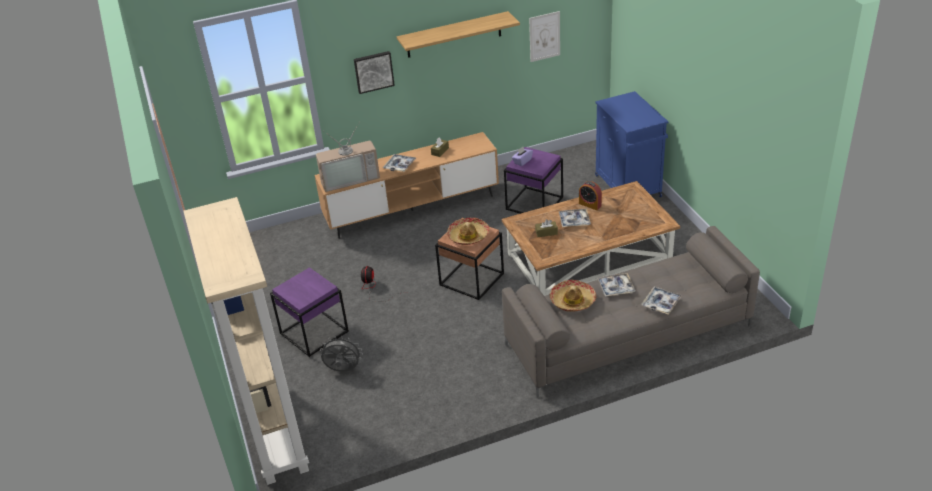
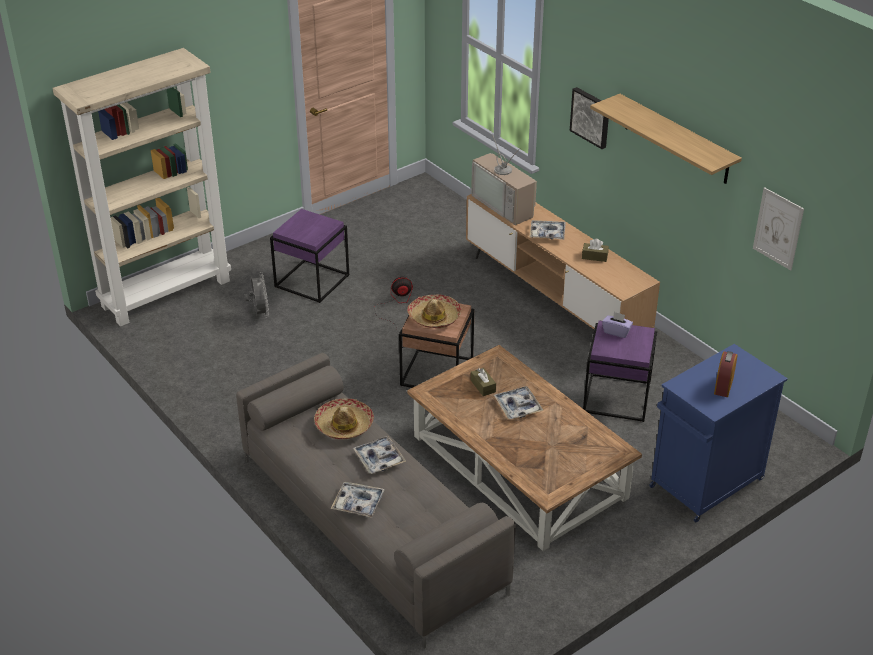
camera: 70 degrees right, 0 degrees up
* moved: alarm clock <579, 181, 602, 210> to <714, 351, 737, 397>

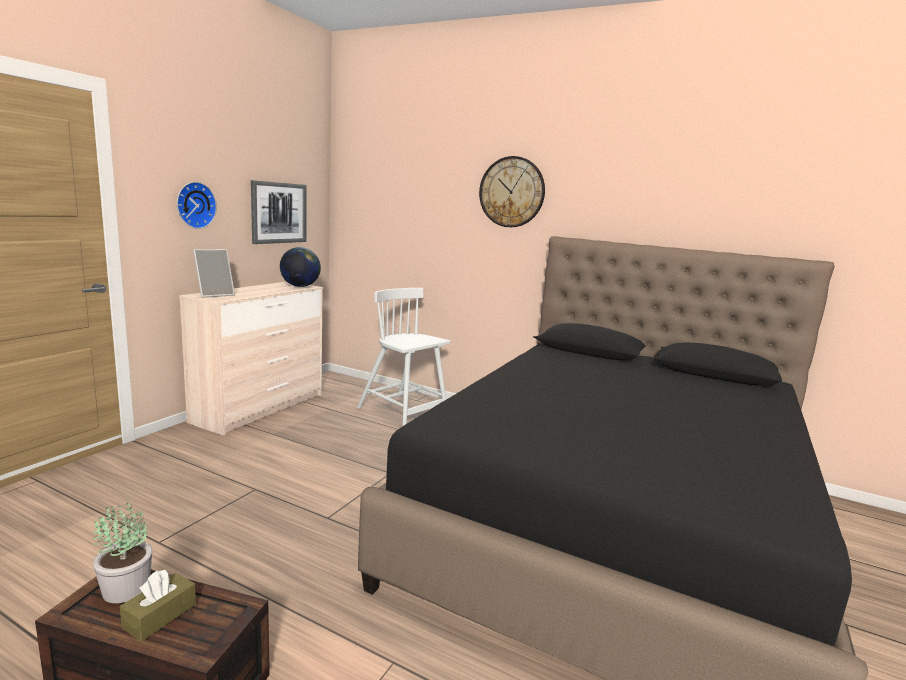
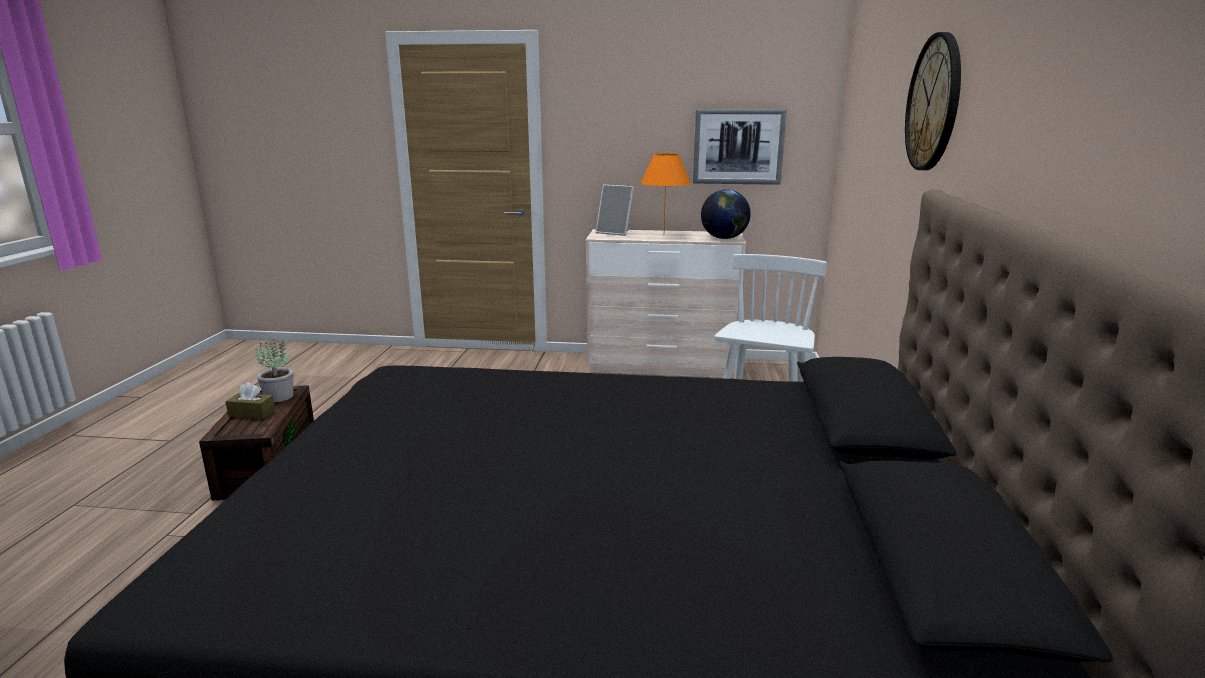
camera: 70 degrees right, 5 degrees up
* removed: wall clock <177, 182, 217, 229>
* added: orange table lamp <640, 153, 691, 229>

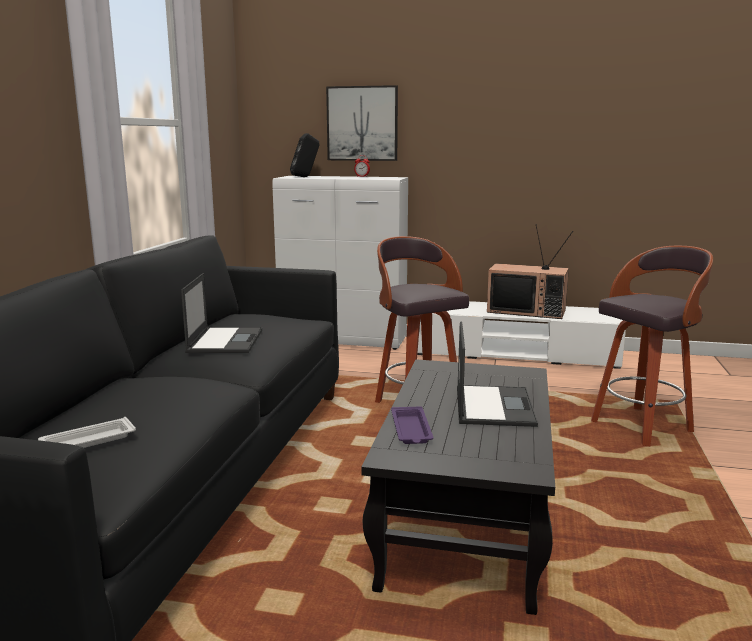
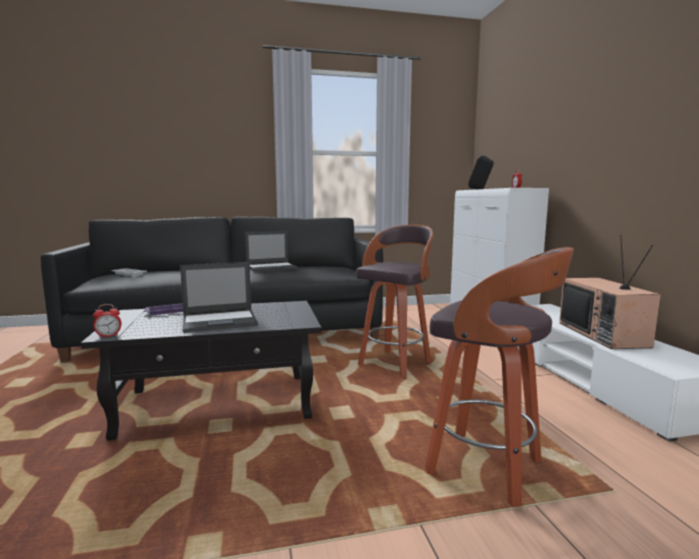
camera: 65 degrees right, 5 degrees down
* removed: picture <326, 85, 398, 161>
* added: alarm clock <93, 304, 121, 338>

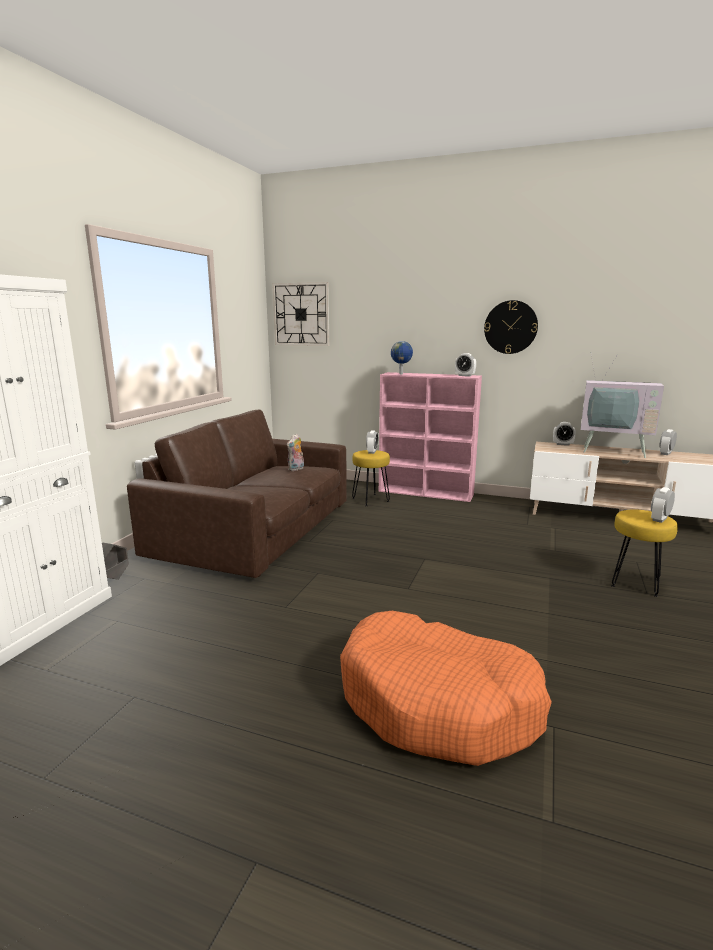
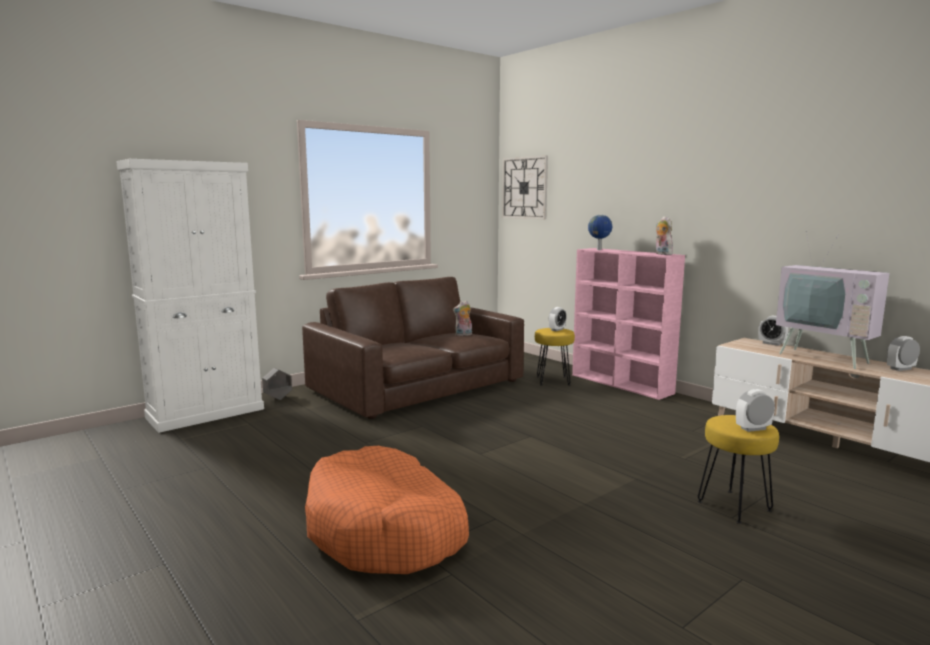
camera: 30 degrees right, 5 degrees down
* removed: wall clock <484, 300, 538, 354>
* replaced: alarm clock <455, 353, 476, 377> to plush toy <656, 216, 673, 255>

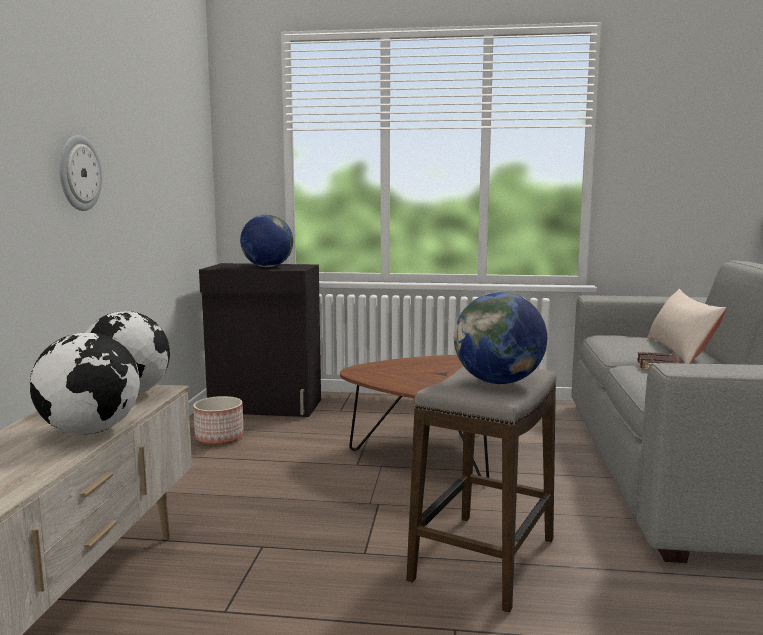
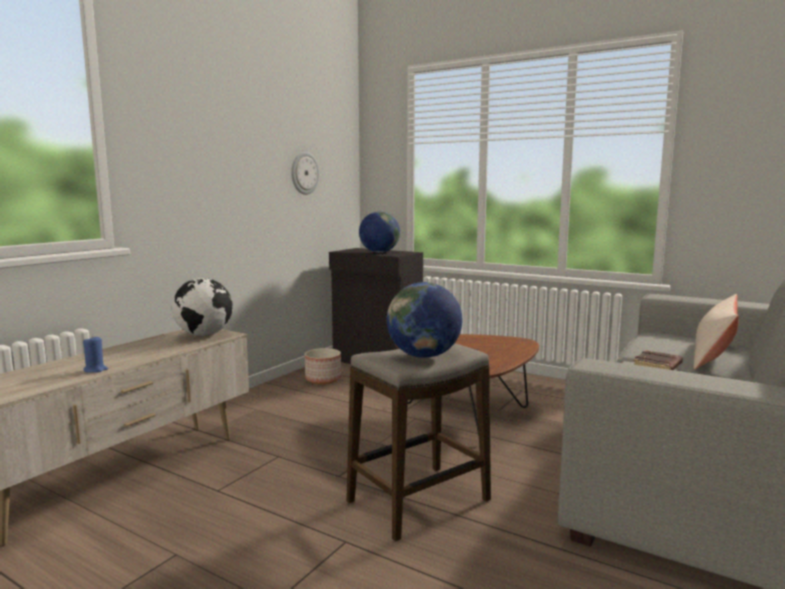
camera: 25 degrees right, 0 degrees up
* moved: wall clock <59, 135, 102, 211> to <291, 152, 319, 195>
* removed: globe <30, 333, 140, 435>
* added: blue candle <83, 336, 108, 373>

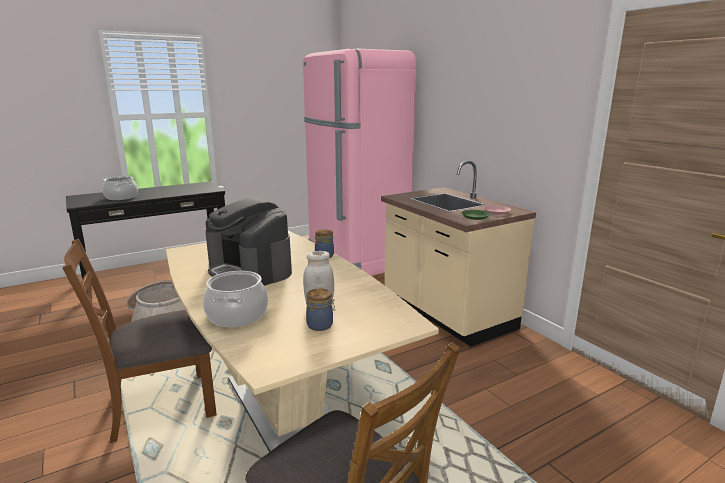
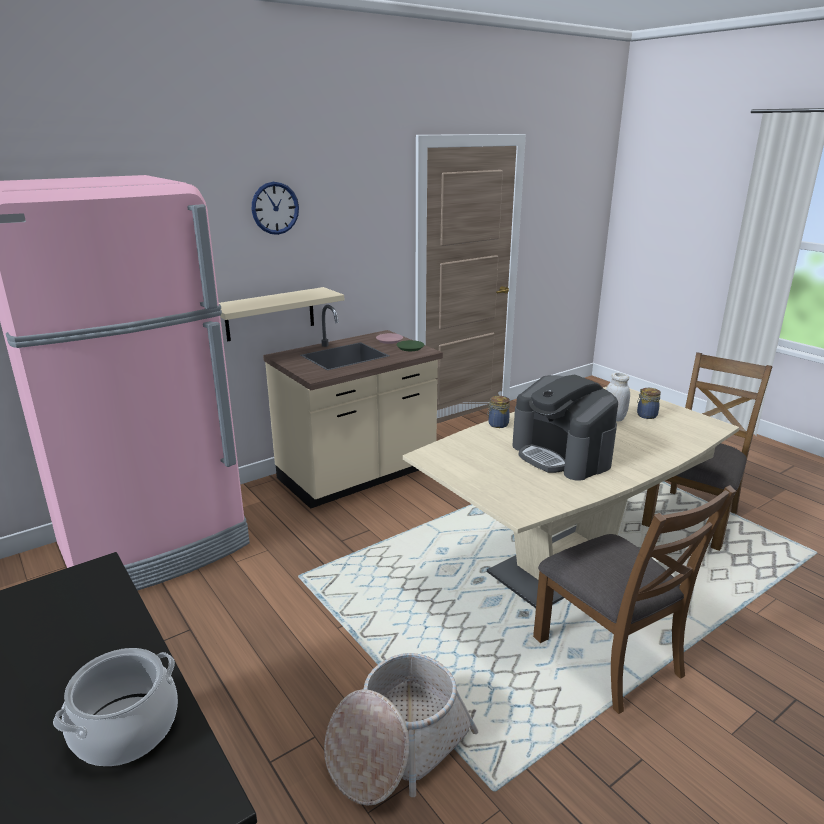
camera: 95 degrees left, 5 degrees up
* turned: coffee machine <205, 198, 292, 286> = <512, 375, 618, 481> 105 degrees clockwise
* removed: cooking pot <203, 271, 268, 327>
* added: wall clock <252, 182, 299, 235>
* added: beige shelf <219, 287, 344, 341>

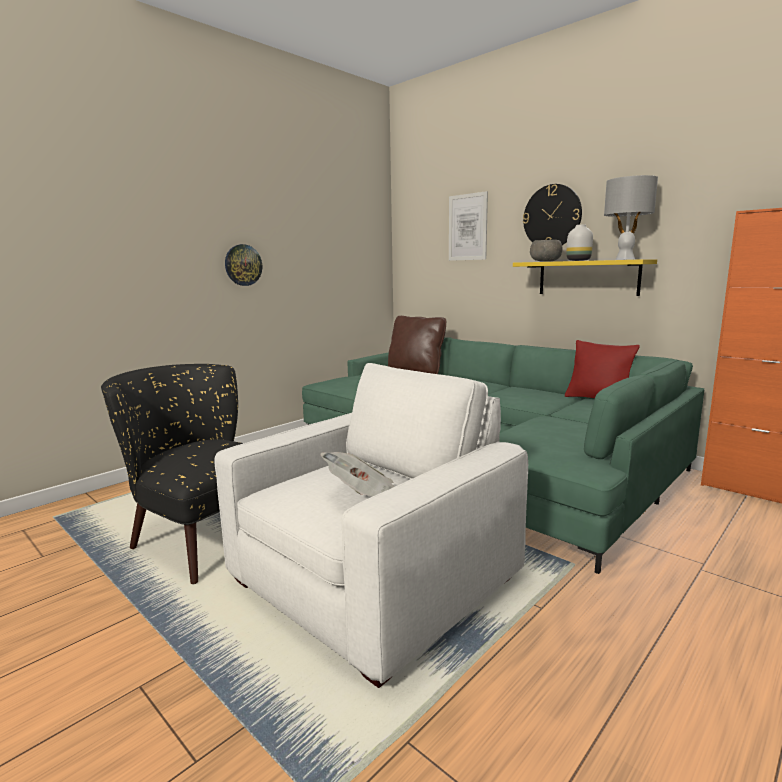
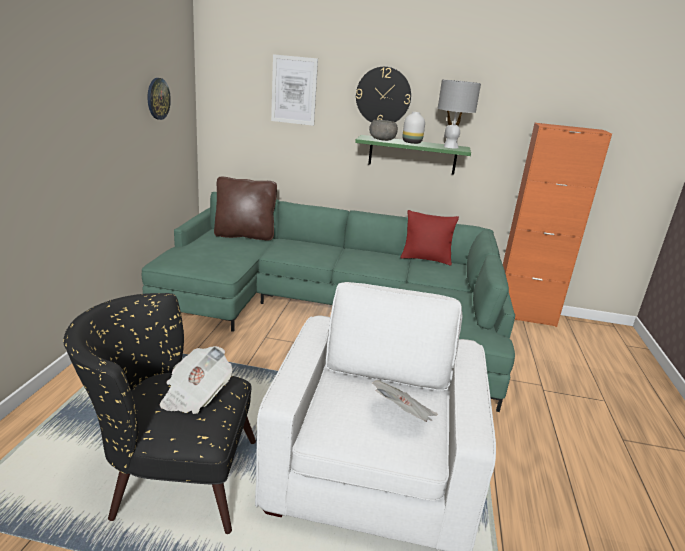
camera: 35 degrees left, 10 degrees up
* moved: wall clock <225, 244, 262, 286> to <148, 78, 171, 120>
* recoloured: yellow shelf <513, 259, 657, 296> to green shelf <355, 135, 471, 175>
* added: newspaper <160, 346, 232, 414>

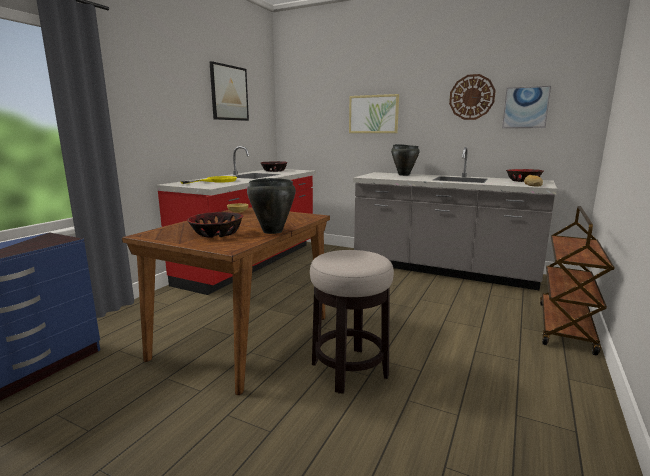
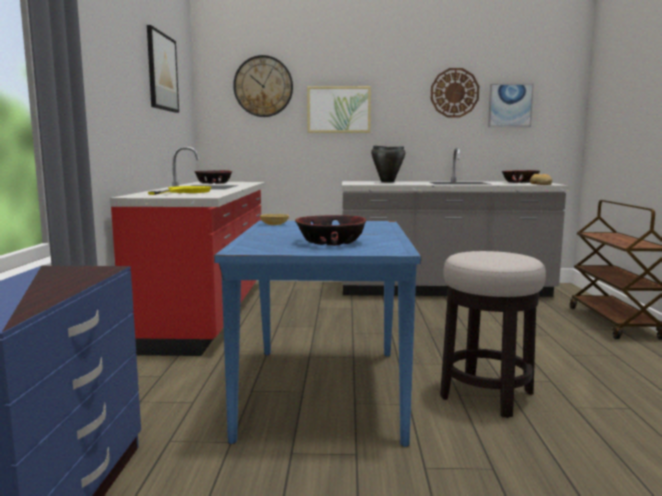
camera: 25 degrees left, 5 degrees down
* removed: black cooking pot <247, 178, 296, 234>
* recoloured: brown dining table <122, 207, 330, 395> to blue dining table <214, 221, 421, 447>
* added: wall clock <233, 55, 293, 117>

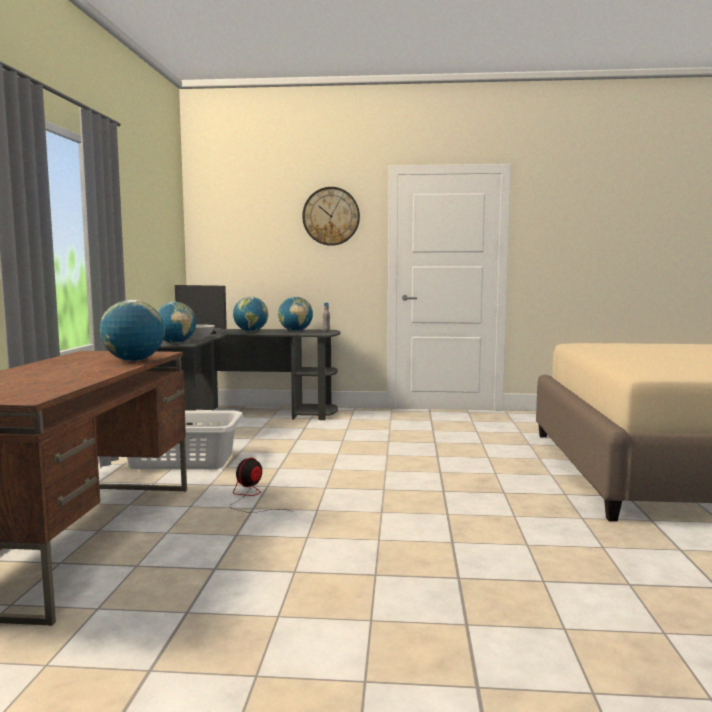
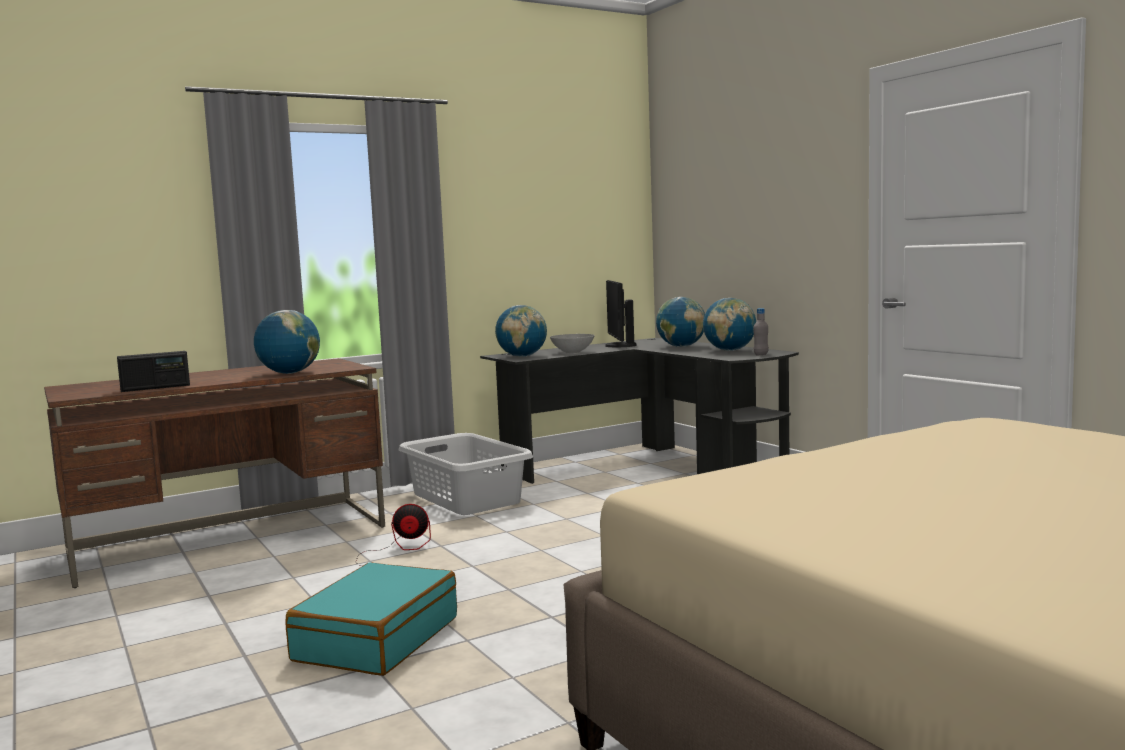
camera: 55 degrees right, 0 degrees up
* removed: wall clock <302, 187, 360, 246>
* added: radio <117, 351, 190, 392>
* added: turquoise suitcase <286, 562, 457, 676>

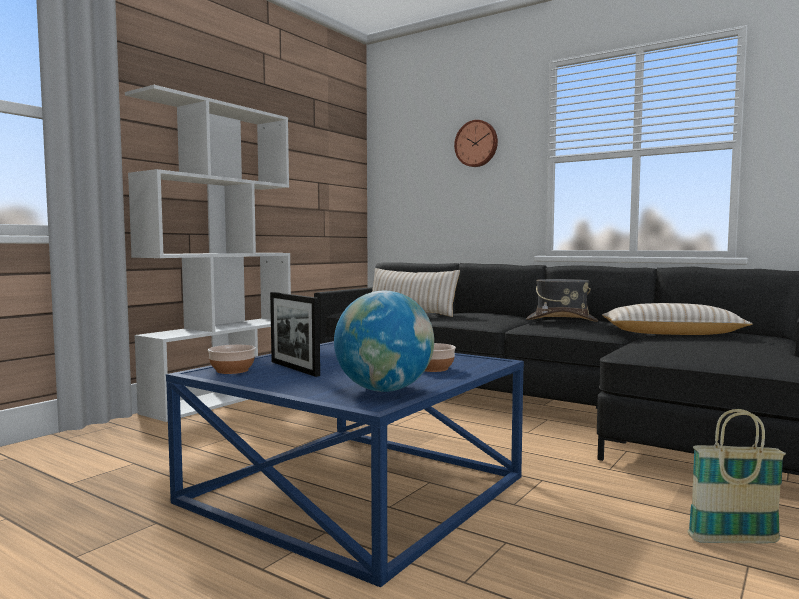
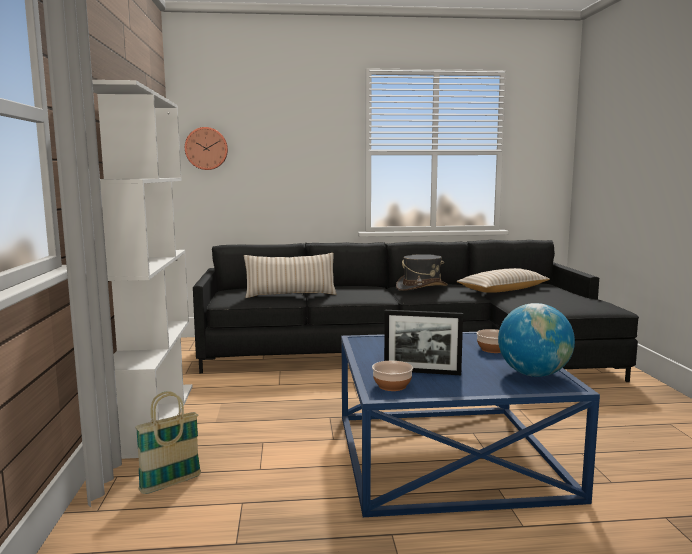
camera: 40 degrees left, 5 degrees up
* moved: wall clock <454, 120, 498, 167> to <185, 127, 228, 170>
* moved: basket <688, 409, 786, 543> to <135, 391, 201, 494>

